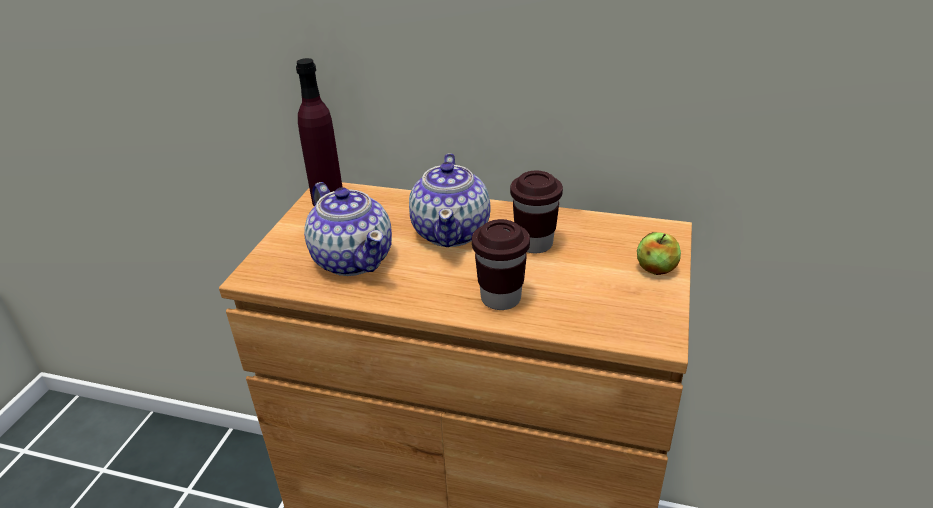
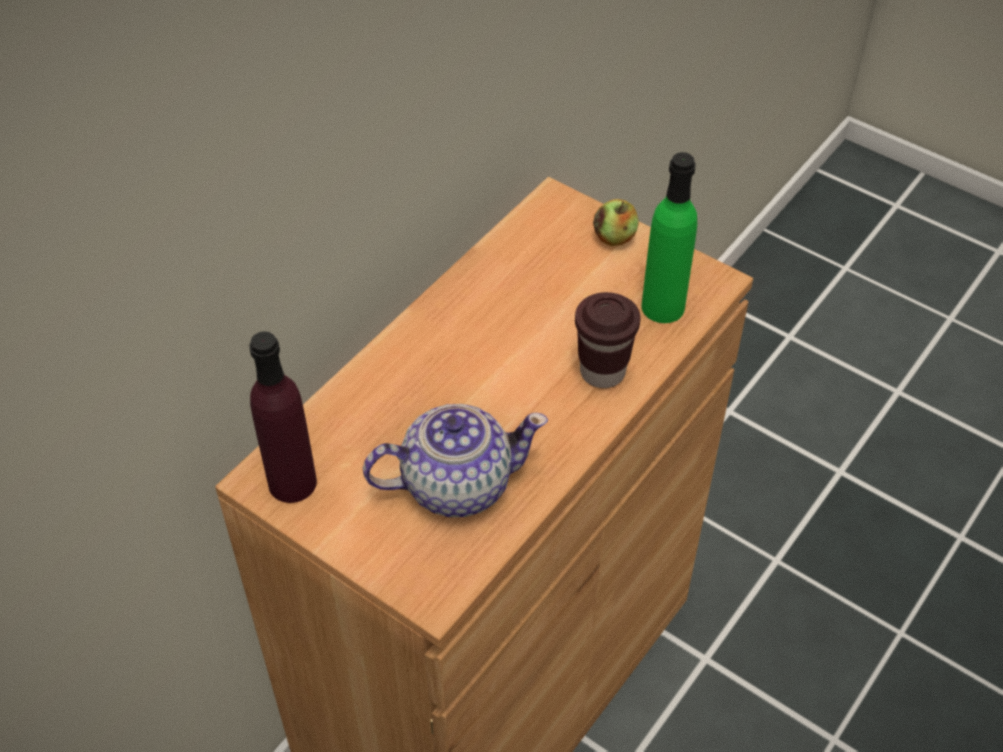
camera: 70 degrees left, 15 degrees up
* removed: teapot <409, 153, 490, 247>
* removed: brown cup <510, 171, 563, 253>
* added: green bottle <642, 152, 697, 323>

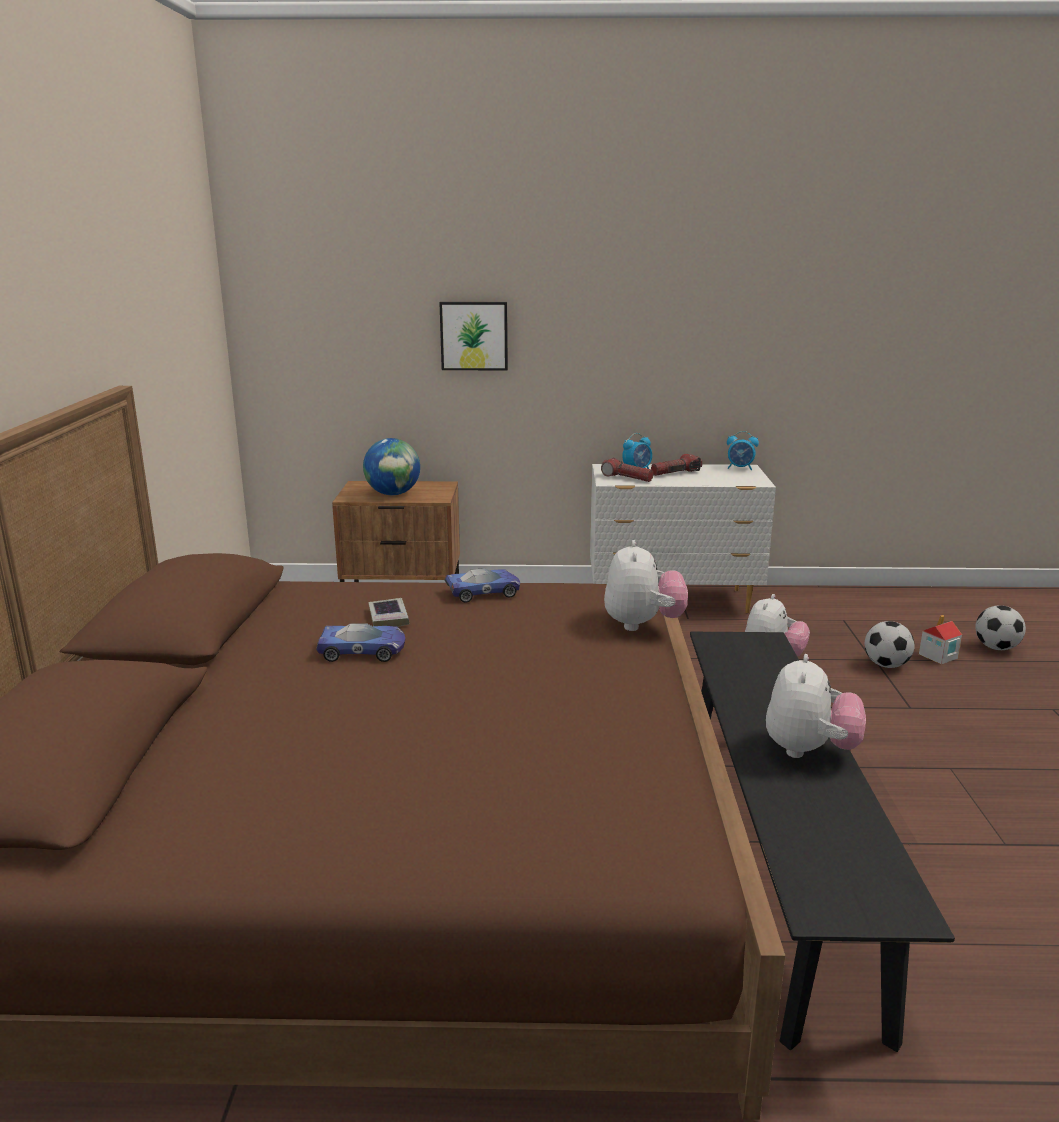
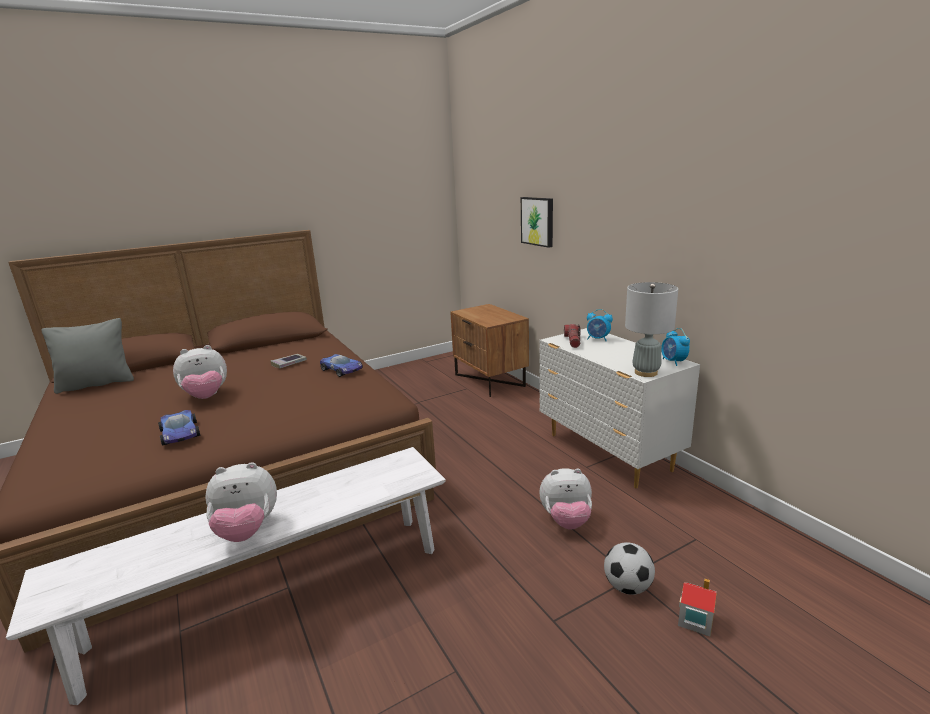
camera: 60 degrees right, 0 degrees up
* removed: globe <363, 438, 420, 495>
* removed: flashlight <651, 454, 702, 476>
* moved: plush toy <604, 540, 688, 631> to <173, 345, 227, 399>
* removed: football <975, 605, 1026, 650>
* moved: toy car <316, 623, 405, 662> to <158, 410, 200, 446>
* recoloured: black bench <690, 632, 955, 1052> to white bench <6, 447, 446, 705>
* added: grey table lamp <625, 282, 678, 377>
* added: grey pillow <41, 318, 134, 394>

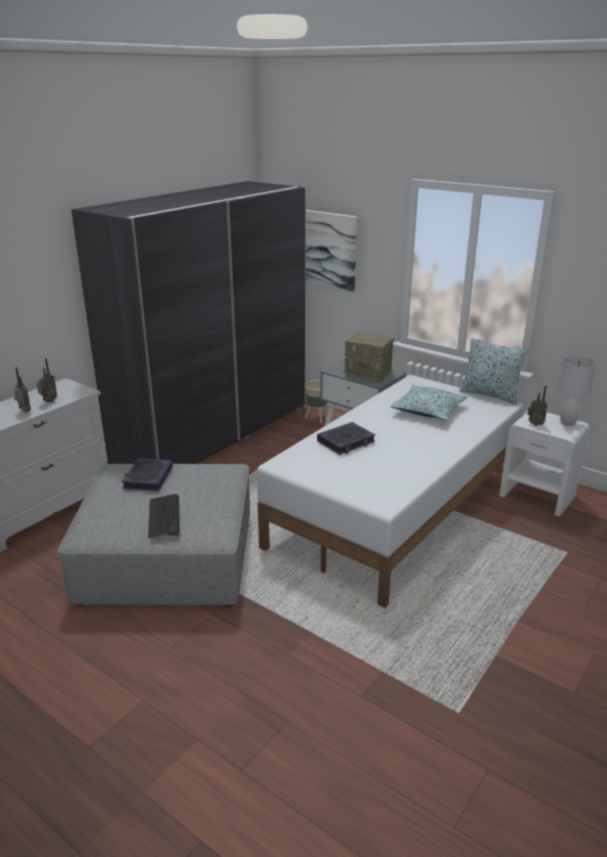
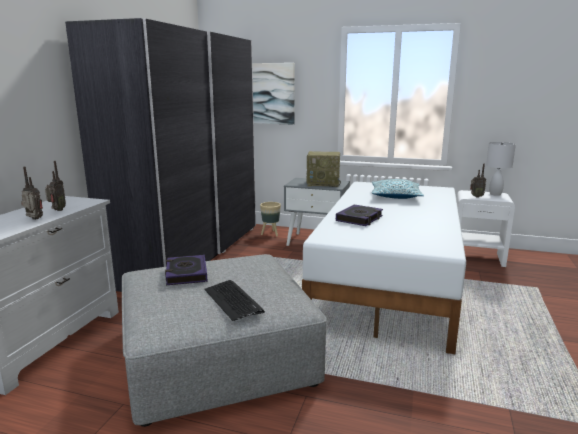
camera: 20 degrees left, 10 degrees down
* removed: pillow <459, 338, 530, 405>

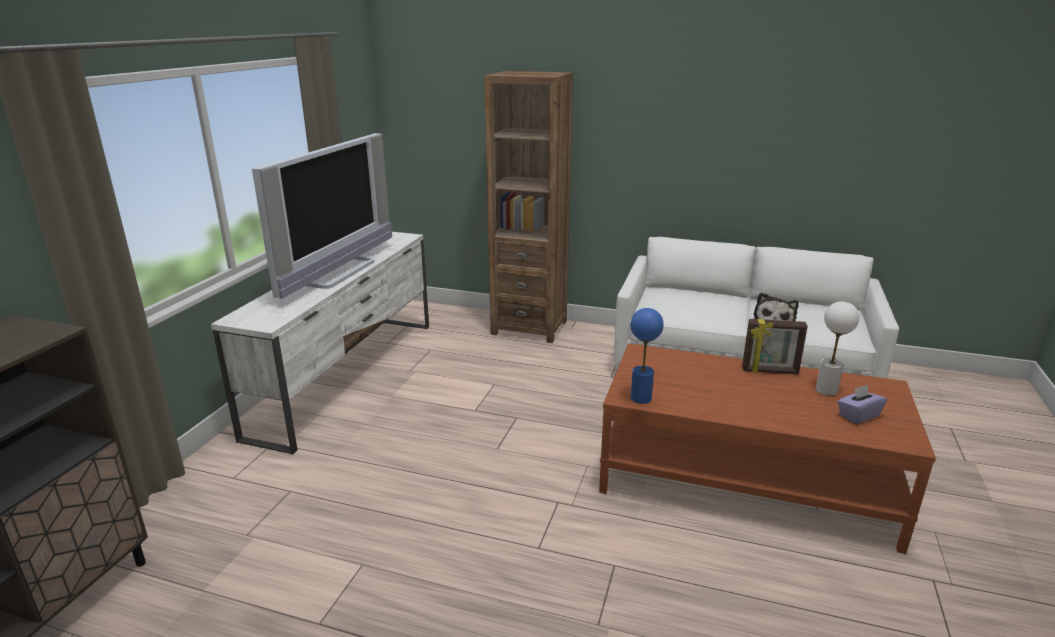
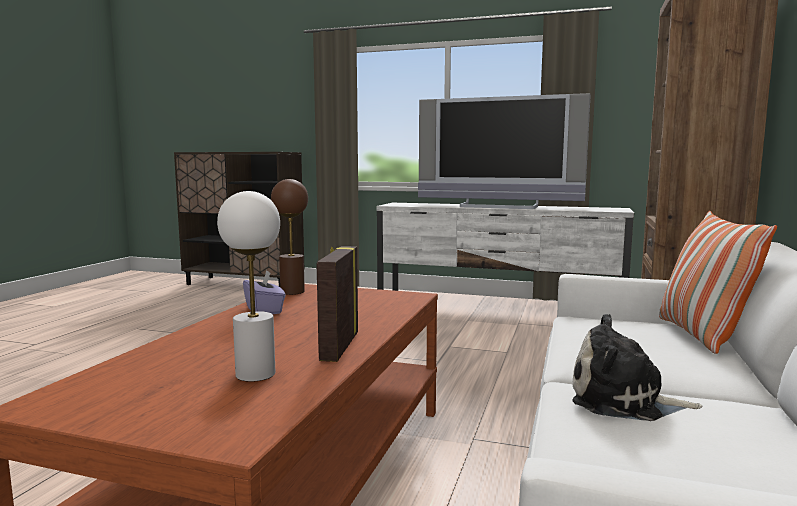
camera: 90 degrees right, 15 degrees down
* recoloured: blue table lamp <630, 308, 664, 404> to brown table lamp <271, 179, 308, 295>
* moved: purple tissue box <838, 385, 887, 424> to <243, 270, 286, 314>
* added: pillow <659, 211, 777, 354>

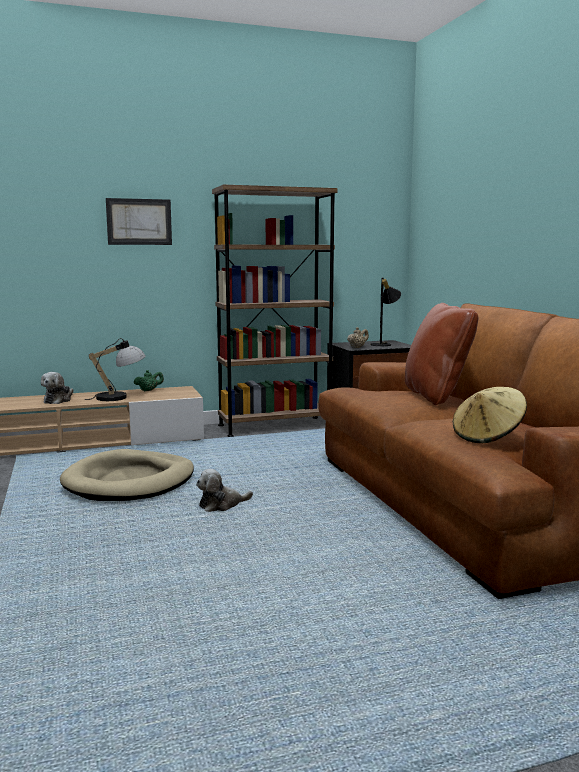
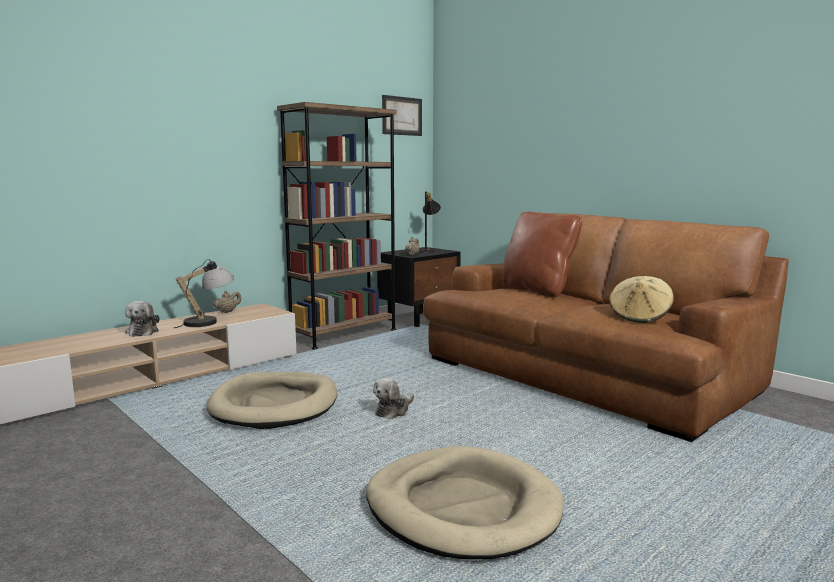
camera: 25 degrees left, 0 degrees up
* moved: picture <106, 198, 172, 245> to <382, 95, 422, 136>
* recoloured: green teapot <134, 370, 164, 391> to beige teapot <213, 290, 241, 313>
* added: beige dog bed <366, 446, 564, 559>

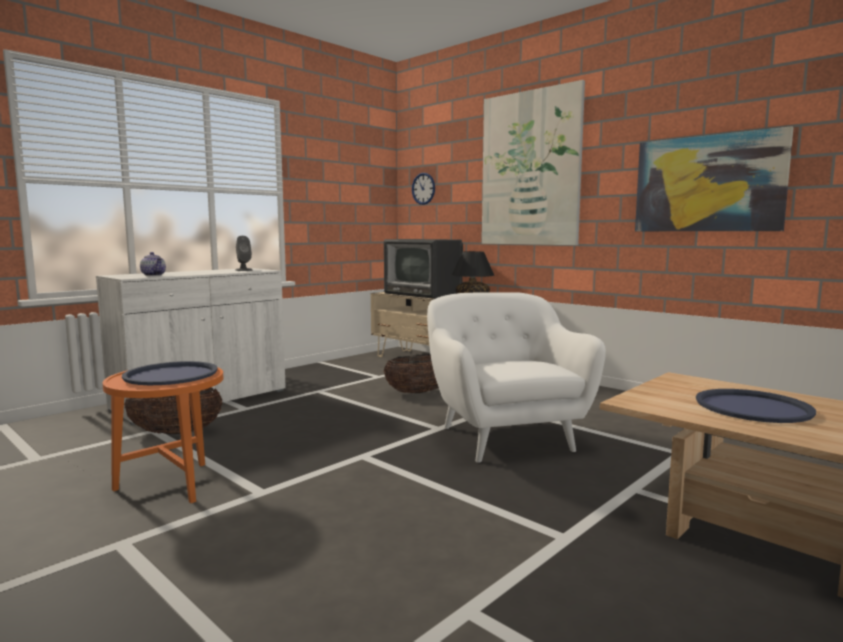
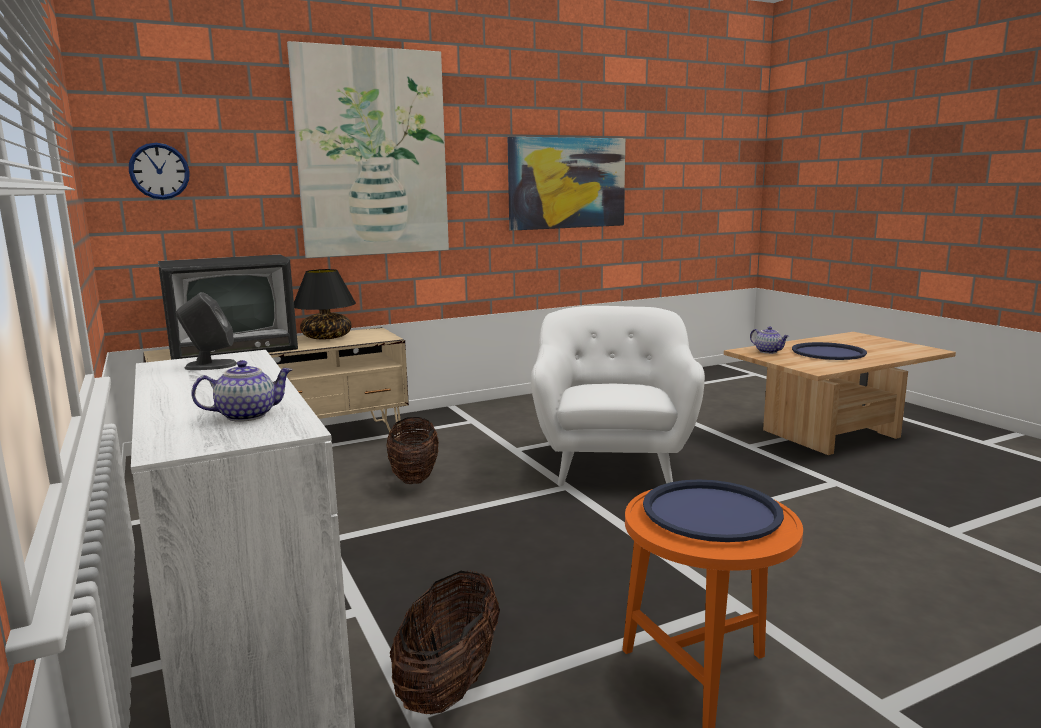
camera: 70 degrees left, 5 degrees up
* turned: white armchair <427, 292, 606, 463> = <531, 306, 705, 486> 90 degrees clockwise
* added: teapot <750, 327, 789, 354>

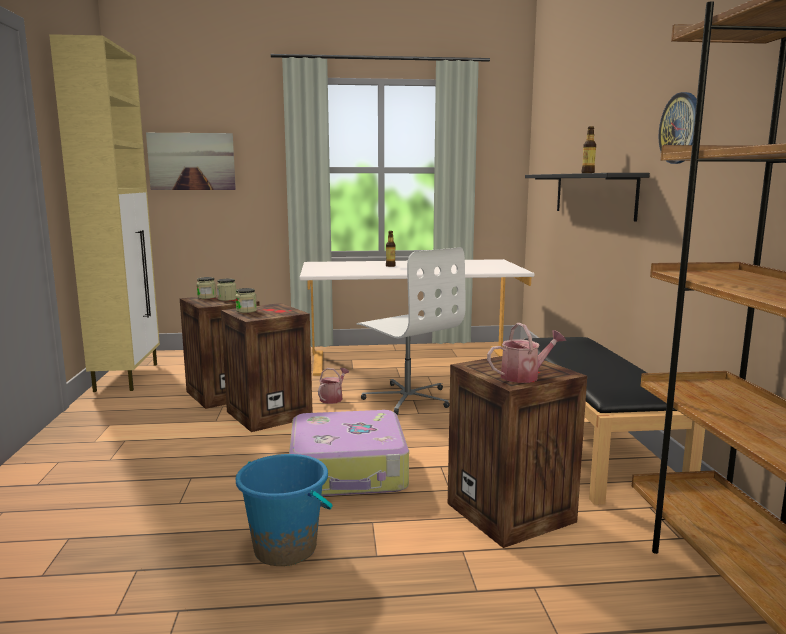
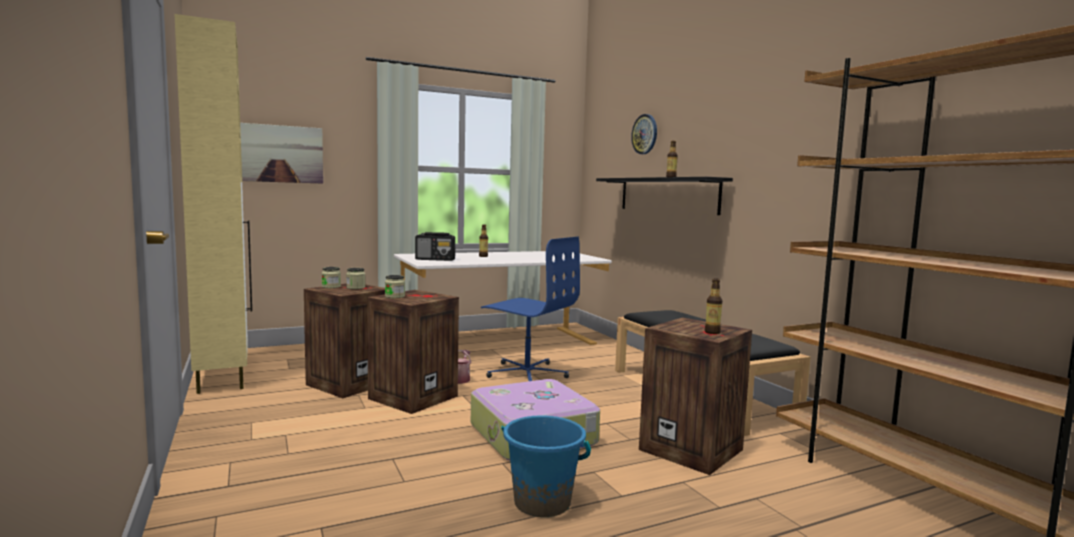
camera: 20 degrees left, 5 degrees down
* moved: wall clock <659, 92, 697, 164> to <631, 114, 657, 154>
* recoloured: white office chair <356, 247, 466, 415> to blue office chair <481, 236, 580, 381>
* replaced: watering can <487, 323, 566, 383> to bottle <705, 278, 722, 334>
* added: radio <415, 232, 455, 261>

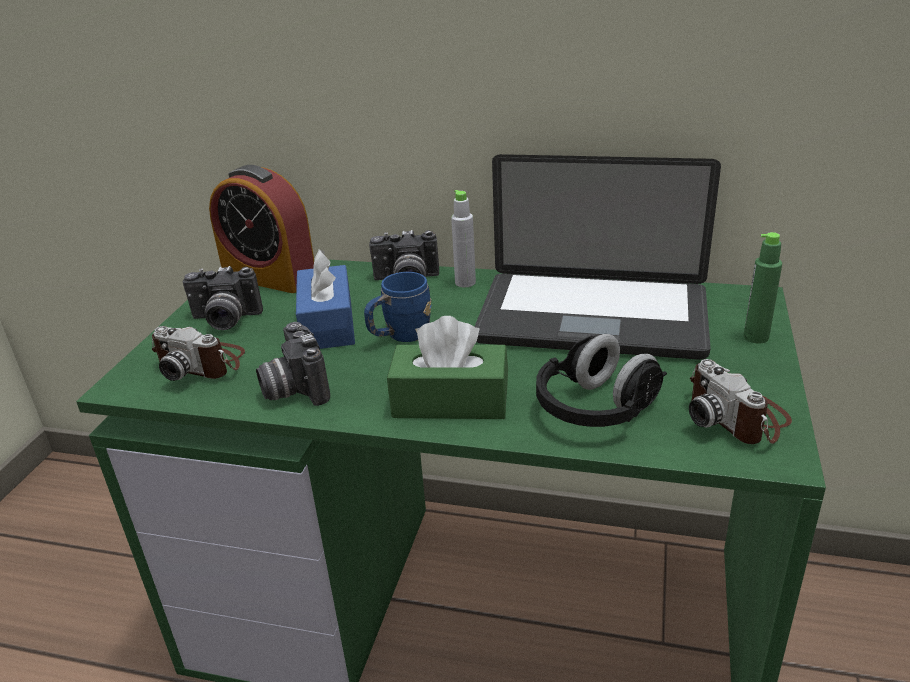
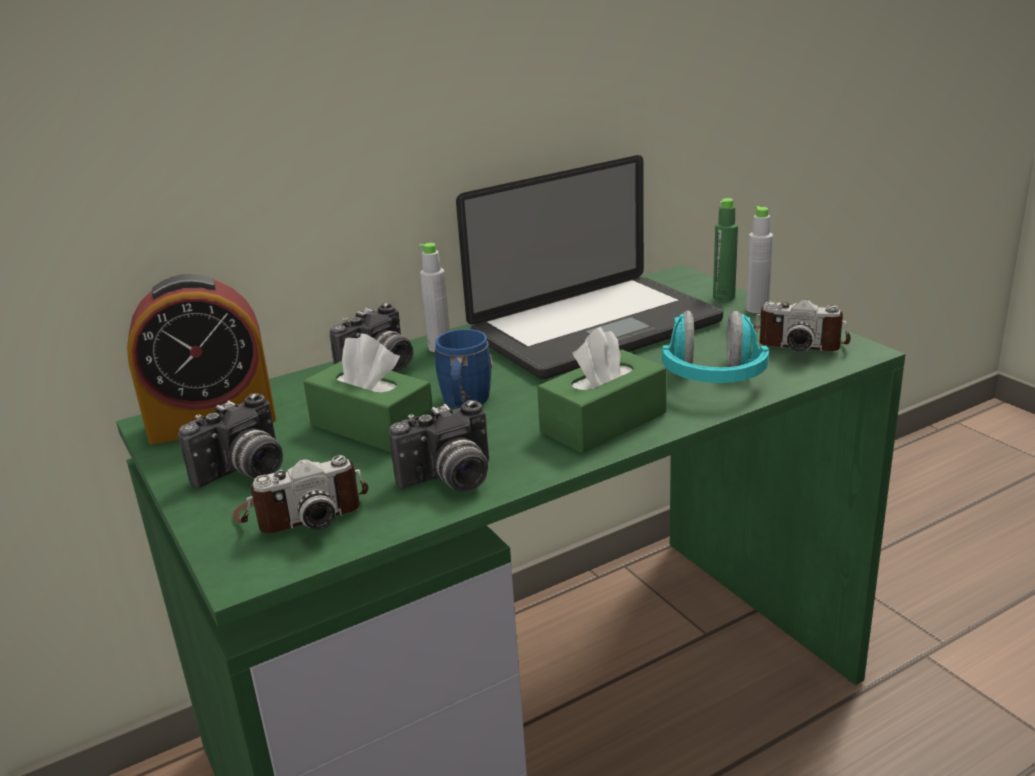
camera: 45 degrees left, 5 degrees down
* recoloured: blue tissue box <296, 250, 355, 349> to green tissue box <303, 333, 433, 453>
* turned: photo camera <256, 322, 330, 406> = <389, 400, 489, 491> 45 degrees counterclockwise
* recoloured: black headphones <536, 334, 667, 427> to turquoise headphones <662, 310, 769, 383>
* added: grey bottle <746, 206, 773, 313>

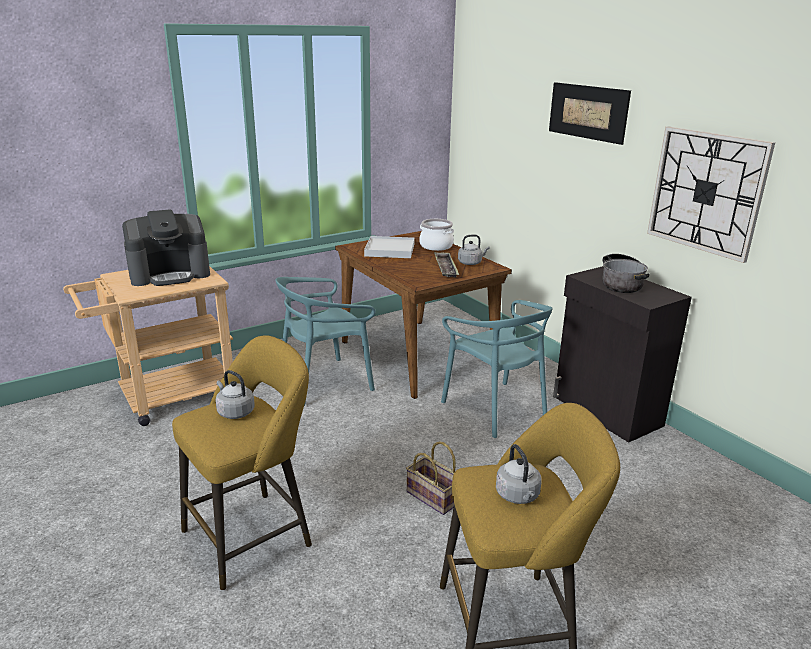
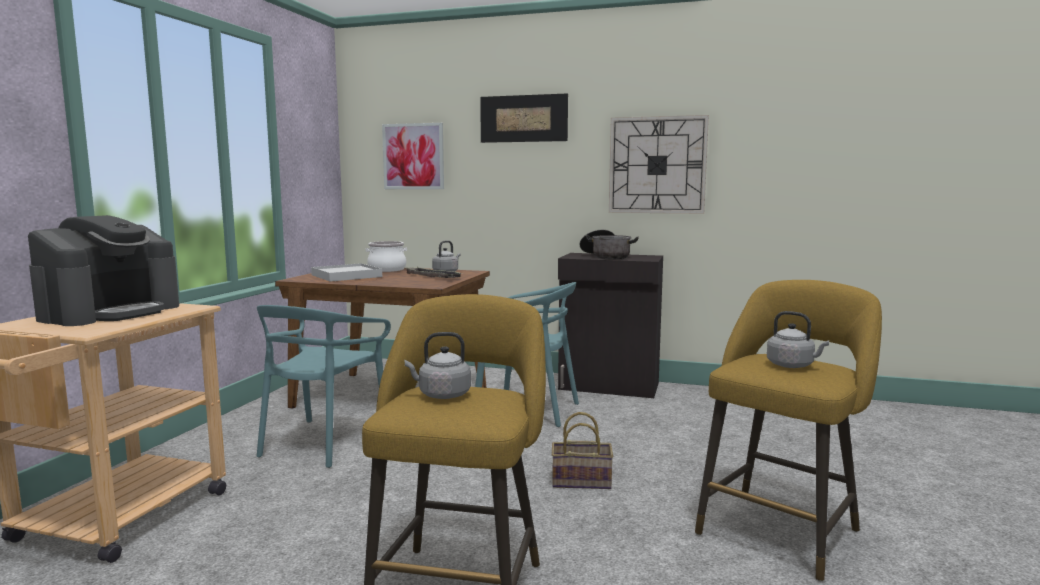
camera: 40 degrees left, 15 degrees down
* added: picture <382, 123, 444, 189>

